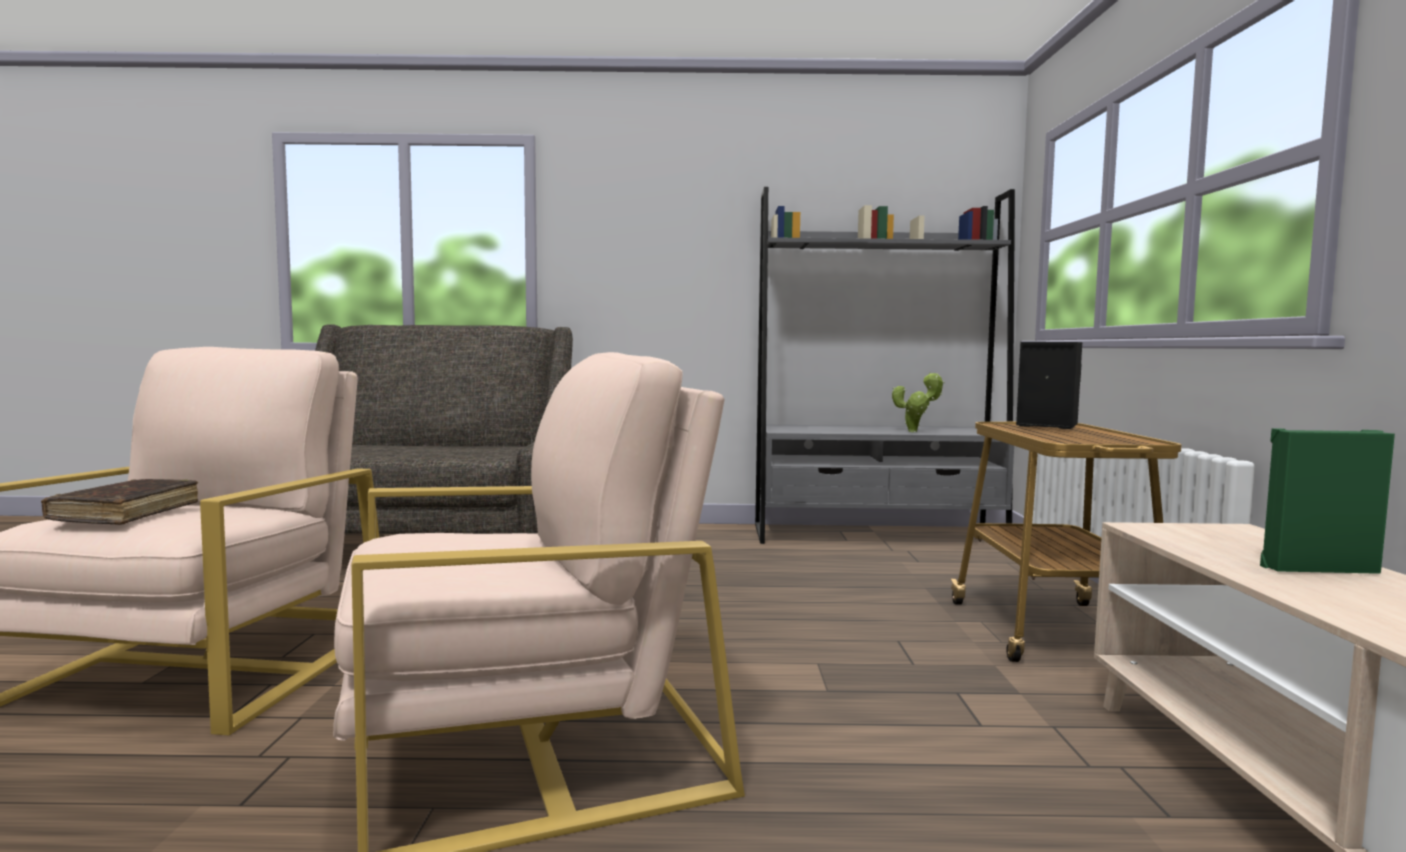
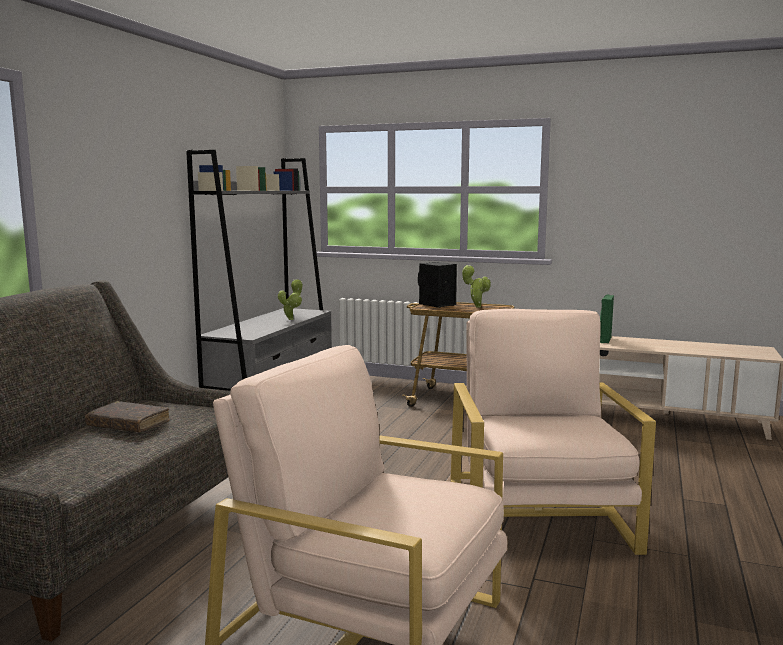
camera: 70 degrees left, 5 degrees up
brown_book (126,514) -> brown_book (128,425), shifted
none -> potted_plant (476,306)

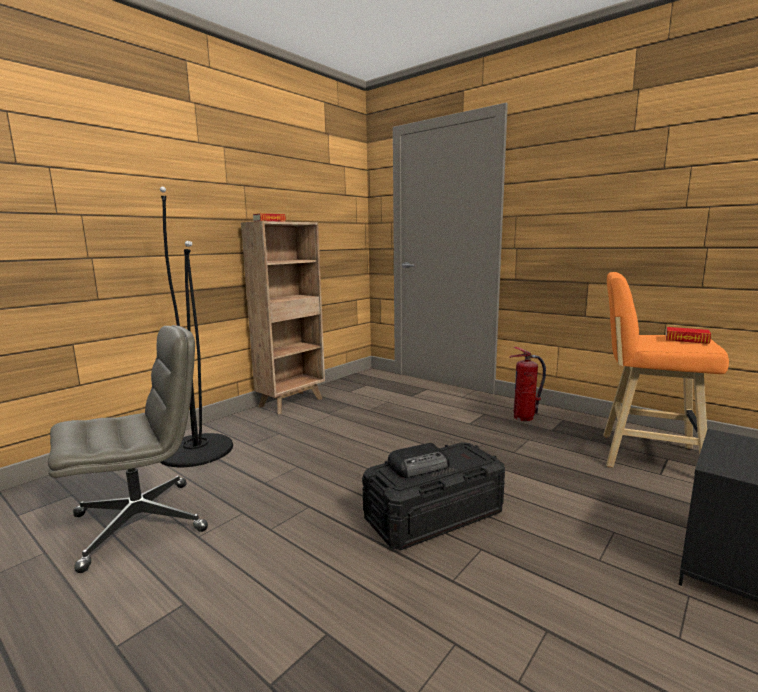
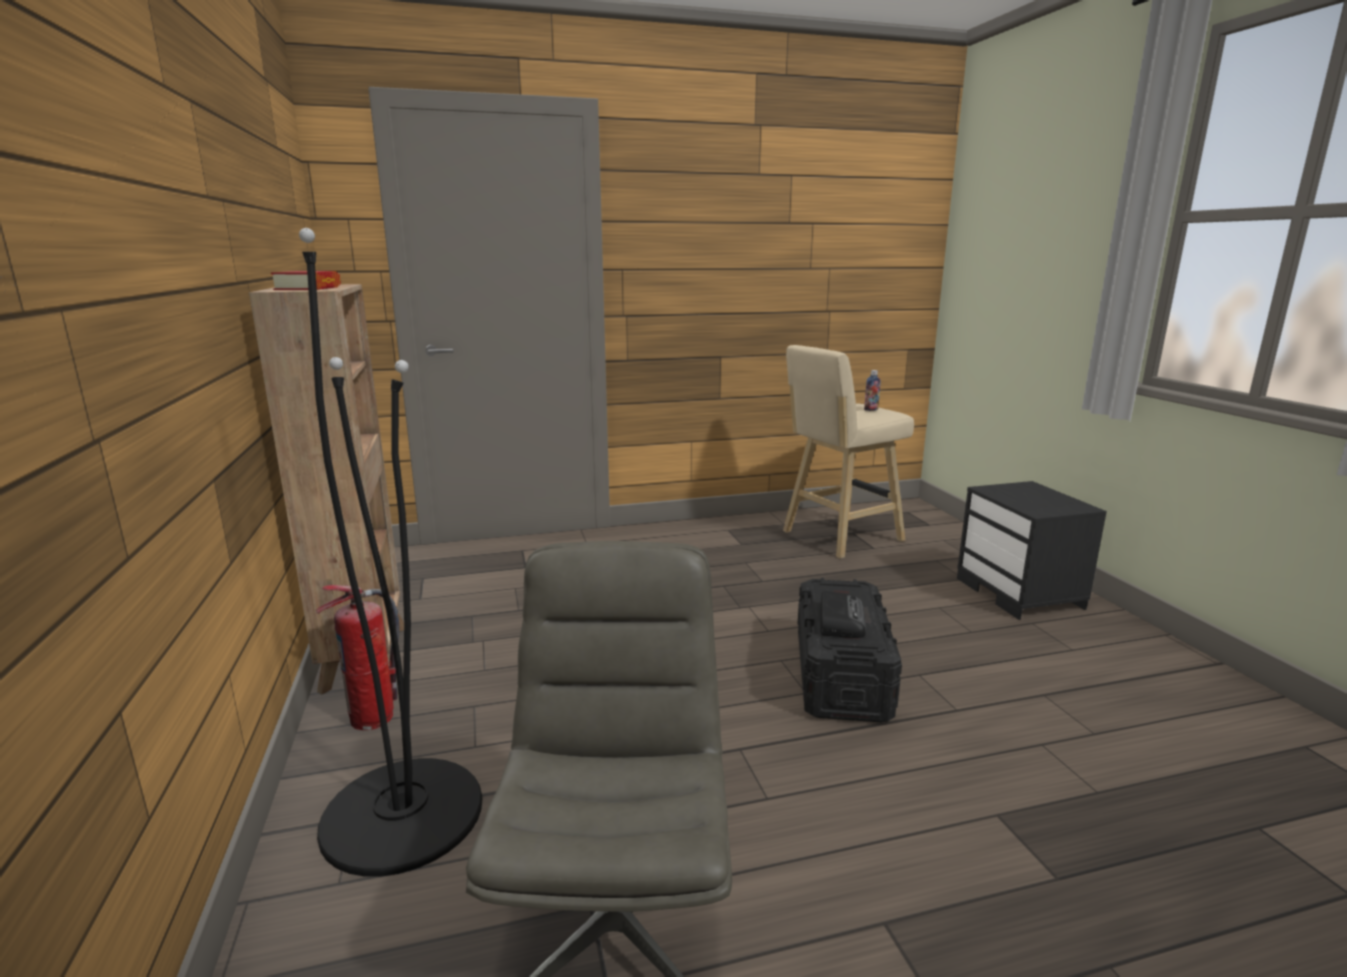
camera: 55 degrees left, 5 degrees up
orange_stool (644,455) -> beige_stool (838,537)
book (686,339) -> bottle (871,409)
fire_extinguisher (524,417) -> fire_extinguisher (373,718), shifted

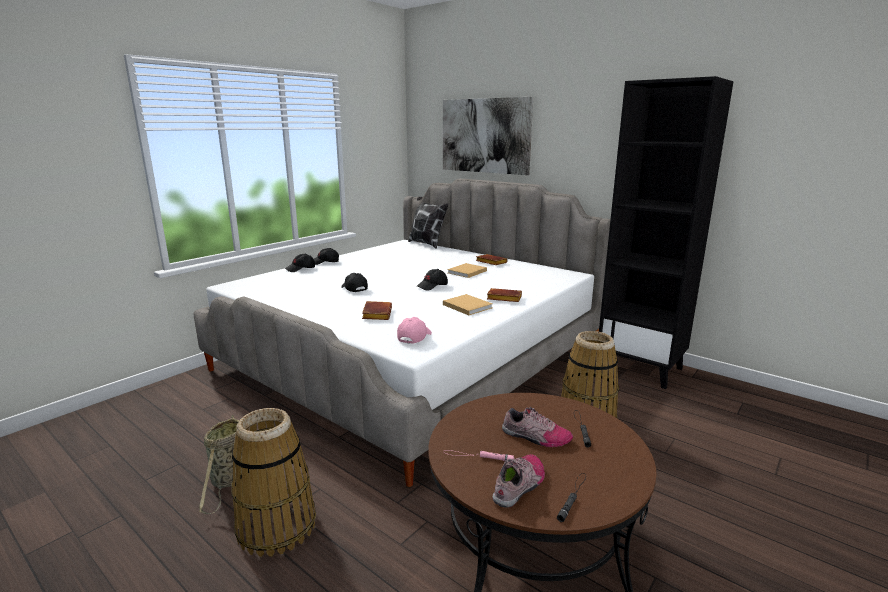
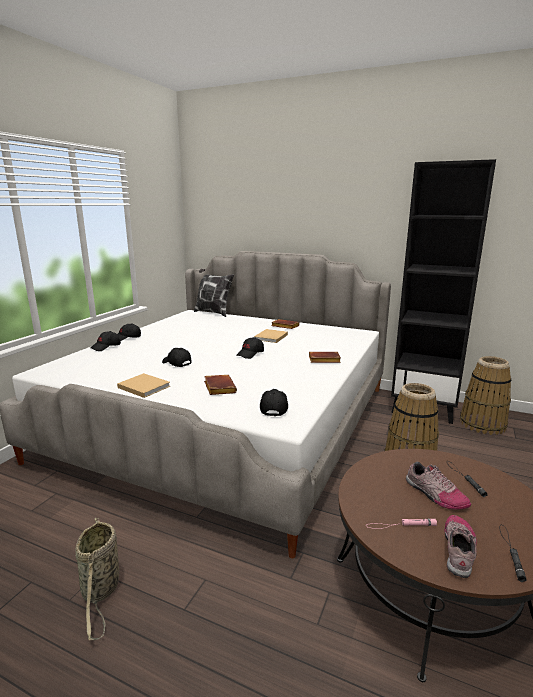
camera: 15 degrees left, 0 degrees up
picture (485,136) -> none
beige_book (466,306) -> beige_book (143,386), shifted
pink_cap (414,337) -> black_cap (274,408)
shoe (535,437) -> shoe (434,494), 45 degrees clockwise
basket (276,526) -> basket (482,424), shifted

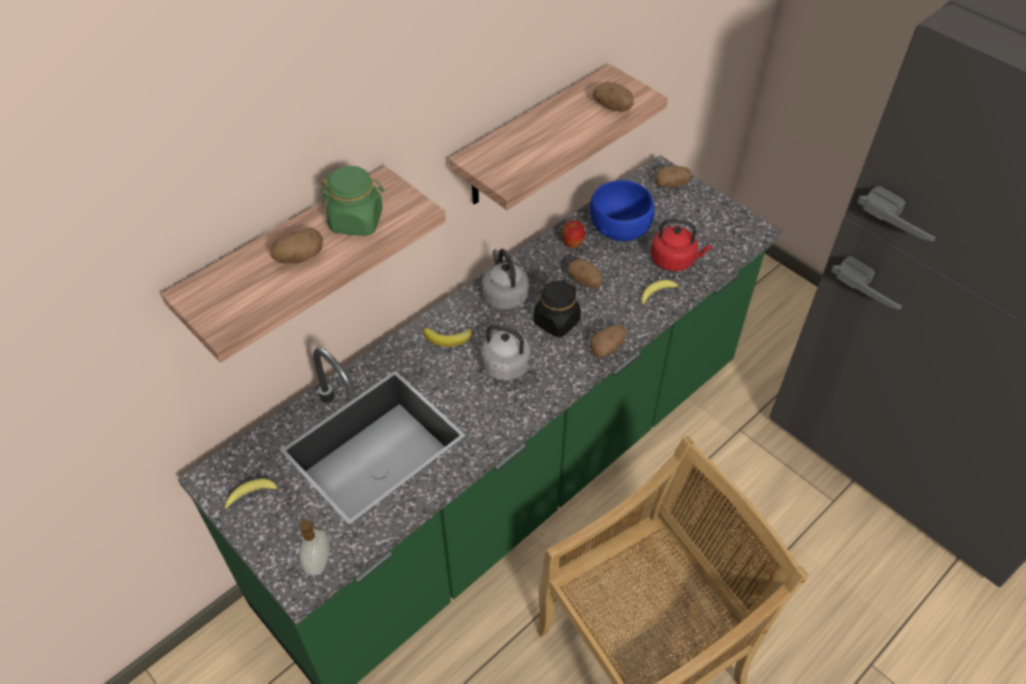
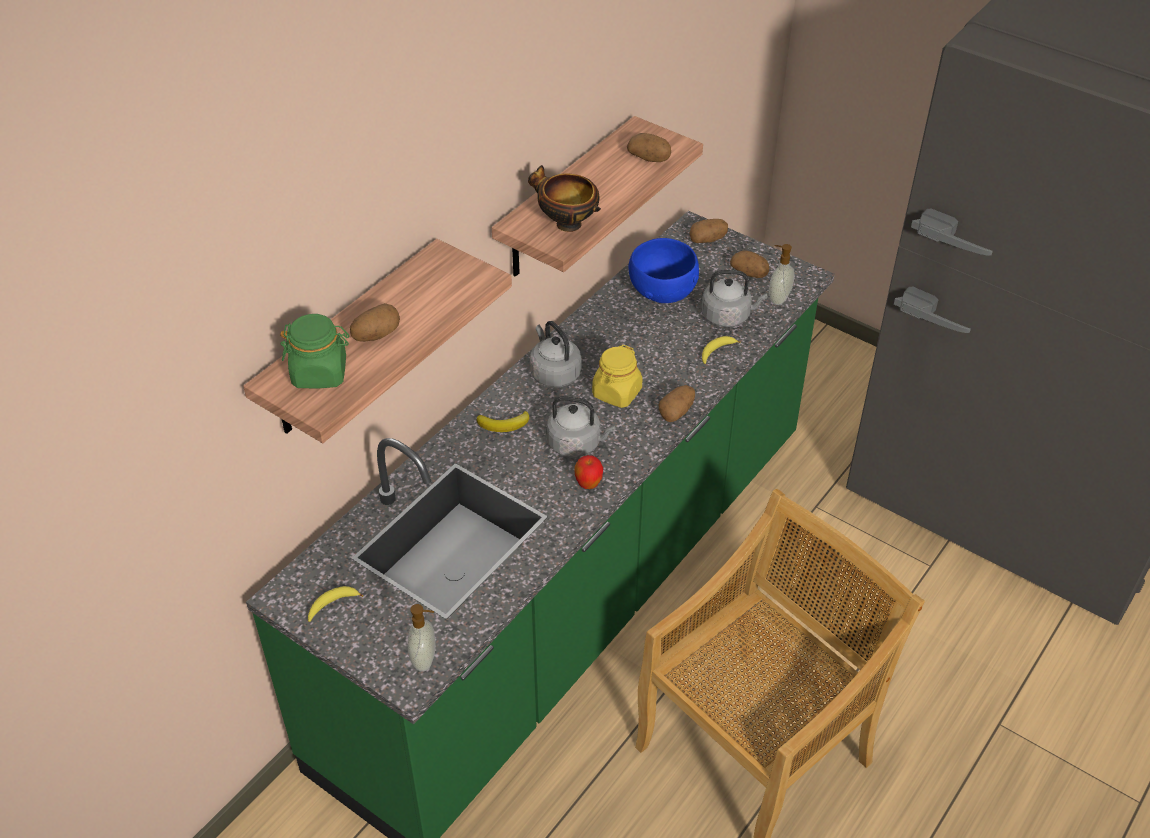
camera: 10 degrees left, 5 degrees down
green_jar (357,221) -> green_jar (320,373), shifted
red_kettle (675,260) -> grey_kettle (728,316)
apple (572,245) -> apple (588,484), shifted
potato (585,281) -> potato (749,273), shifted
black_jar (556,322) -> yellow_jar (617,393)
none -> bowl (565,223)
none -> soap_dispenser (778,298)

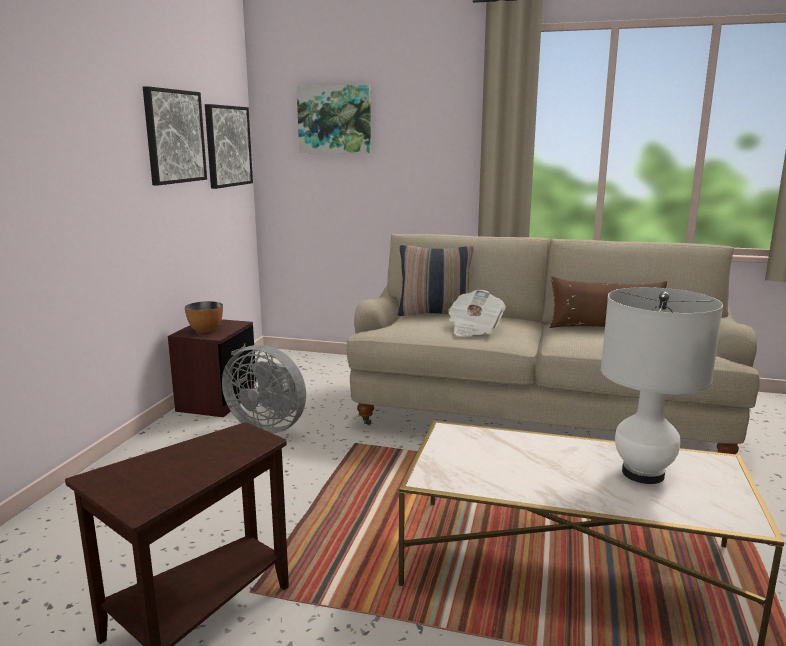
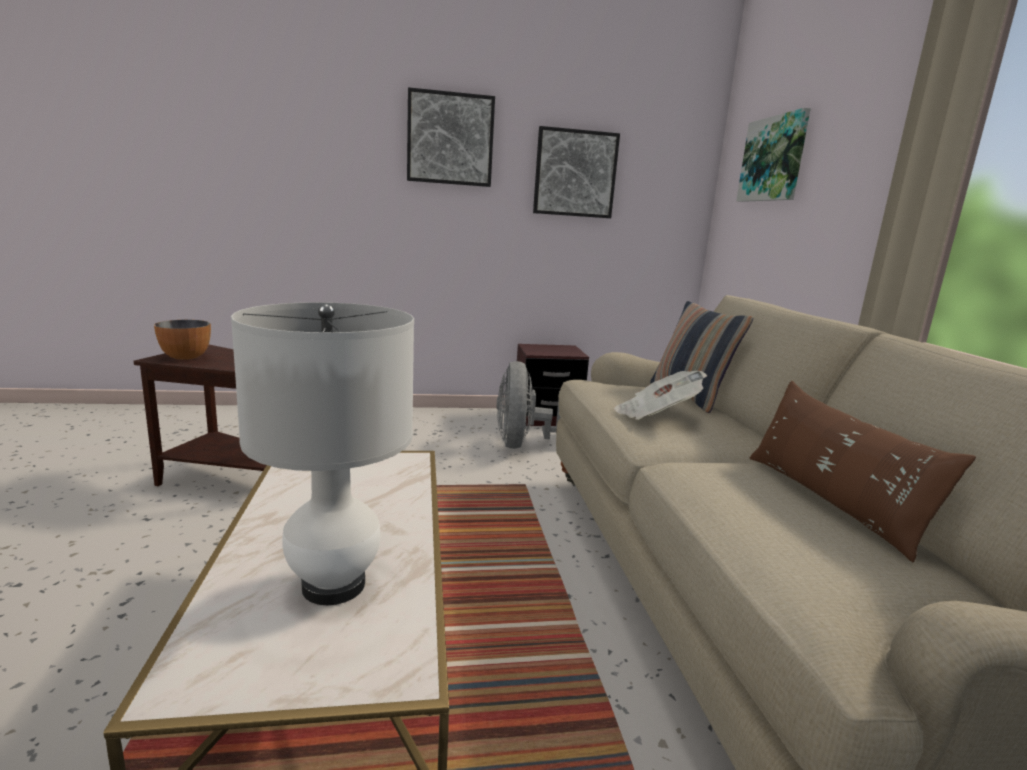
camera: 65 degrees right, 0 degrees up
picture (227,146) -> picture (450,139), shifted
bowl (206,330) -> bowl (185,357), shifted

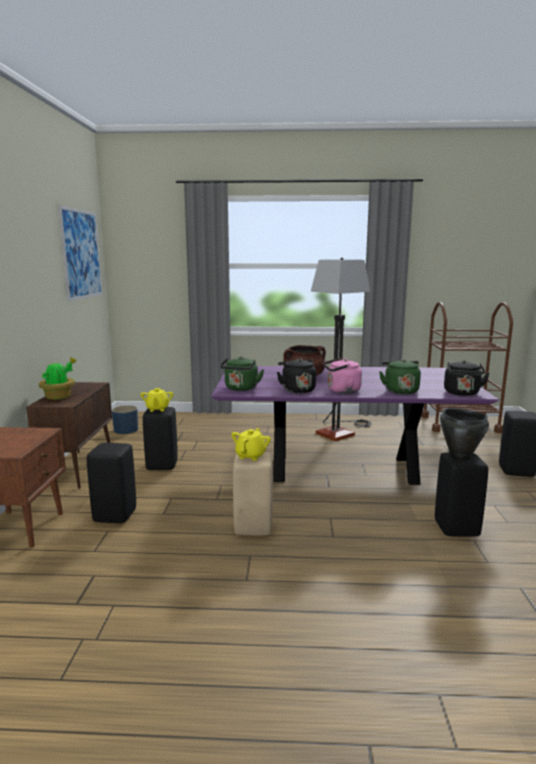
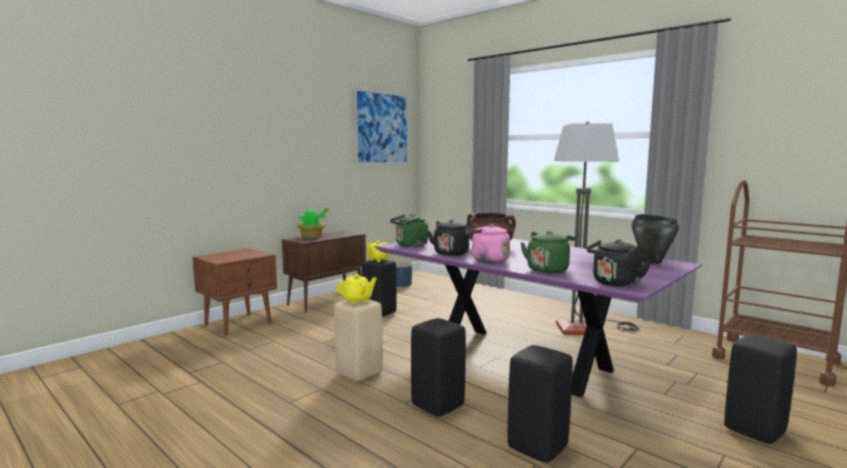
camera: 40 degrees right, 5 degrees down
black_cooking_pot (459,458) -> black_cooking_pot (652,262), shifted
black_stool (114,516) -> black_stool (436,405), shifted

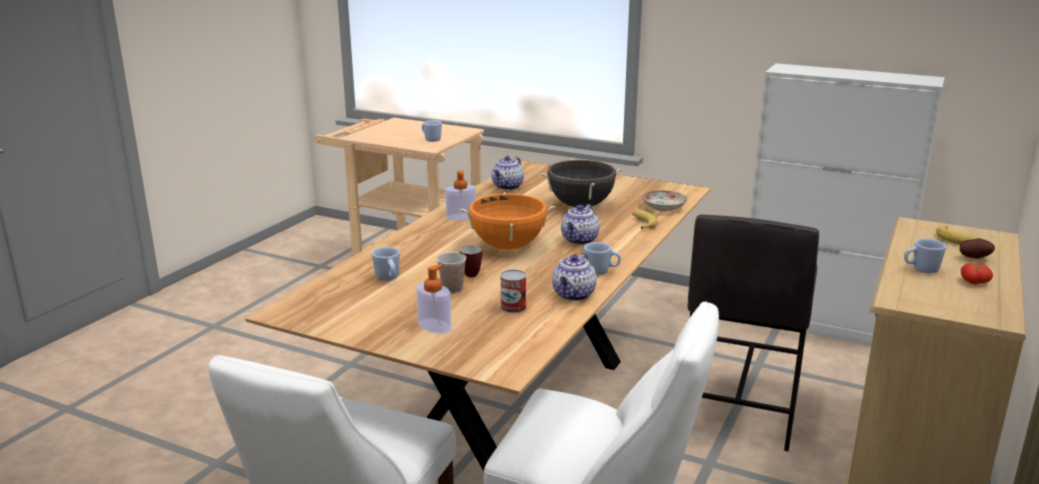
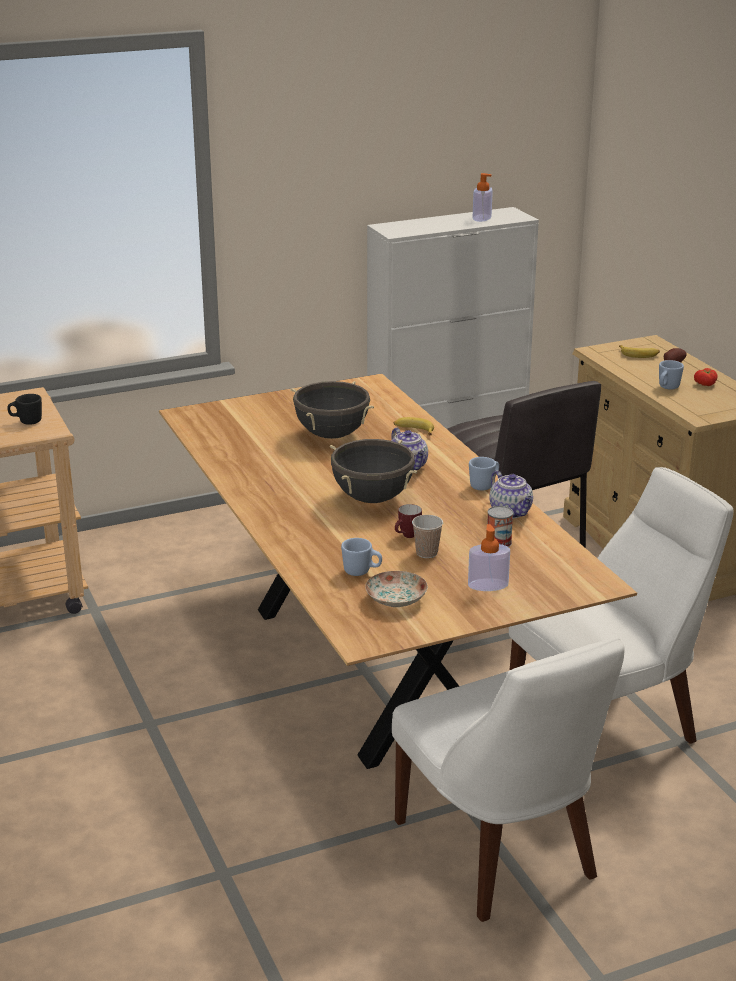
camera: 50 degrees left, 5 degrees up
blue_mug (431,139) -> black_mug (26,421)
teapot (507,187) -> none
soap_dispenser (461,217) -> soap_dispenser (482,218), shifted
plate (664,208) -> plate (396,599), shifted
orange_cooking_pot (507,246) -> black_cooking_pot (372,498)

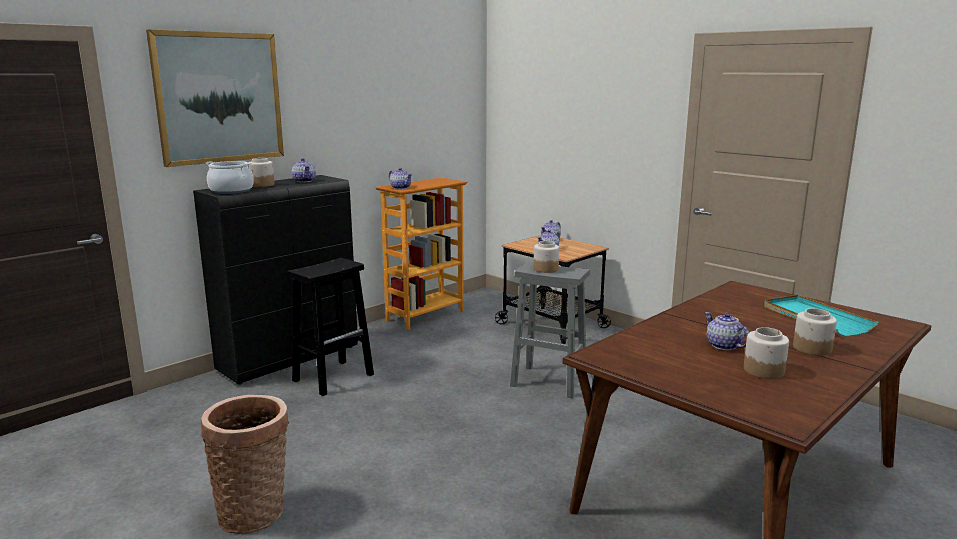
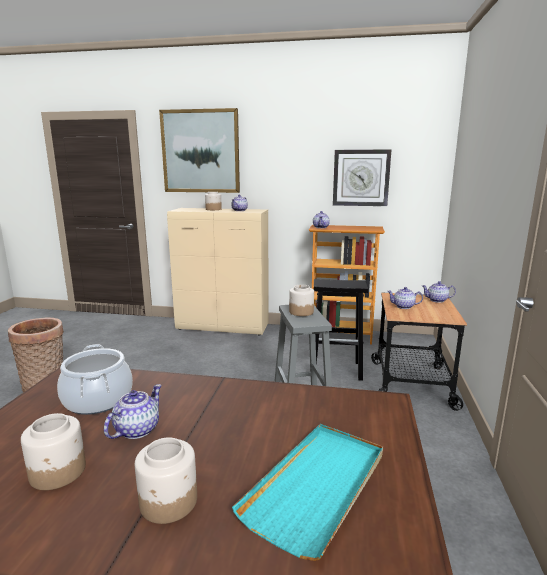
camera: 55 degrees right, 0 degrees up
cooking_pot (231,191) -> cooking_pot (98,399), shifted
black_cabinet (290,358) -> beige_cabinet (223,327)
black_stool (334,377) -> black_stool (337,369), shifted
none -> wall_clock (361,178)

